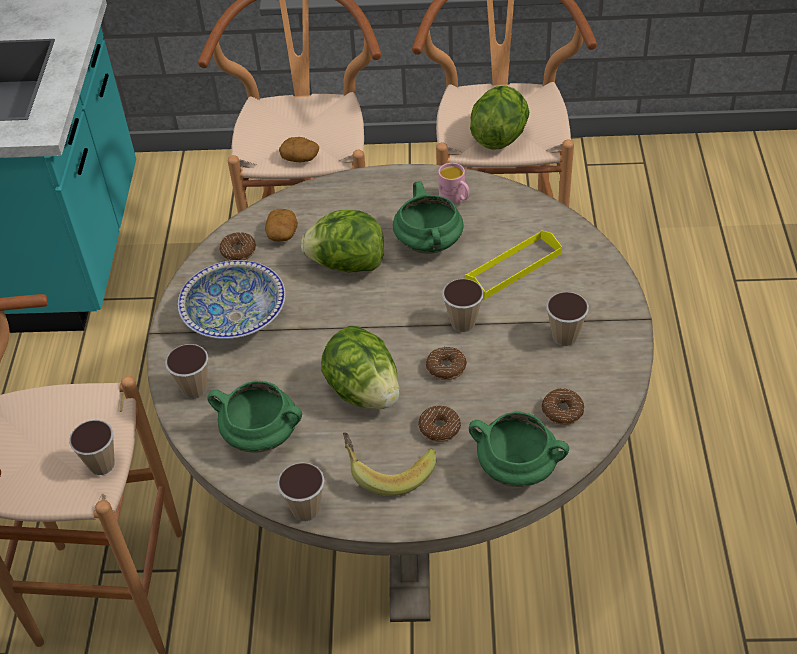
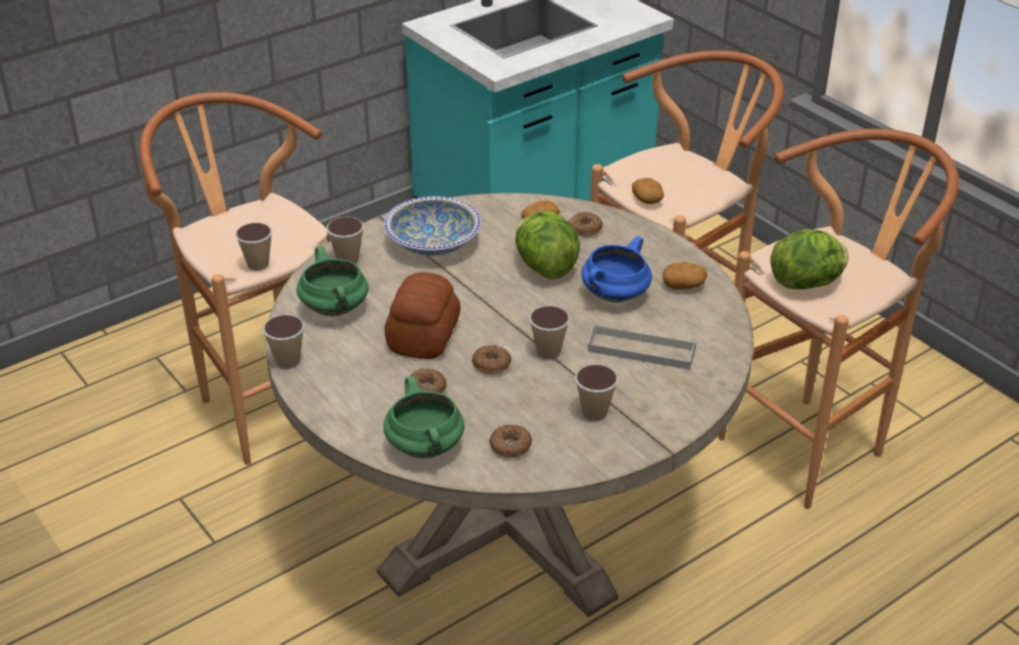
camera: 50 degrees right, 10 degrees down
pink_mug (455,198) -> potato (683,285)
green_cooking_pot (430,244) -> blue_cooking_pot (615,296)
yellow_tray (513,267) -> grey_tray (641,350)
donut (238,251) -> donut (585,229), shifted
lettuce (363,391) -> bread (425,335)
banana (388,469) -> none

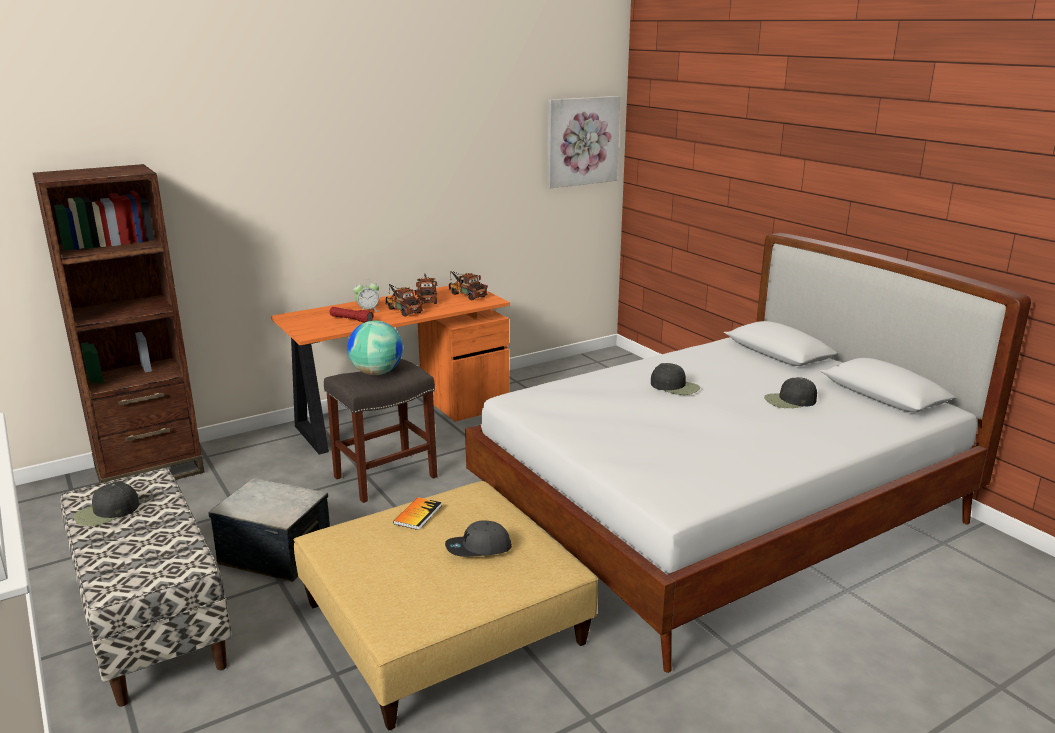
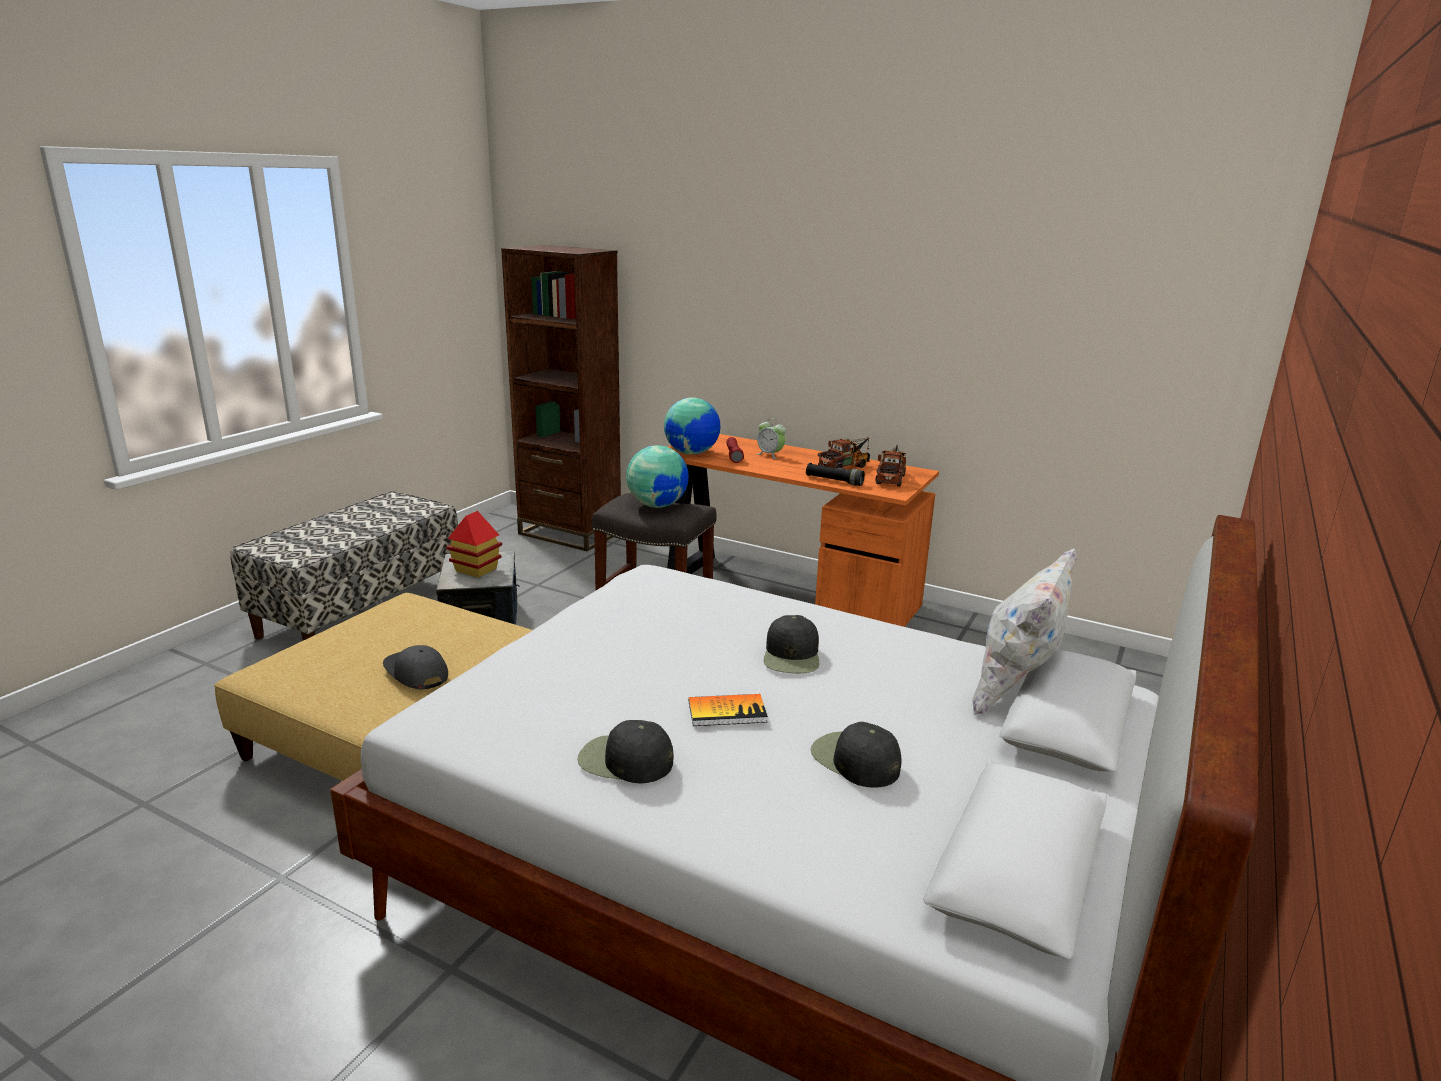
camera: 60 degrees right, 0 degrees up
picture (581,141) -> none
toy_truck (402,310) -> none
black_cap (106,512) -> black_cap (624,760), shifted
book (418,515) -> book (727,712), shifted
none -> globe (692,453)
none -> black_flashlight (834,481)
none -> toy_house (476,570)
none -> white_pillow (1016,688)

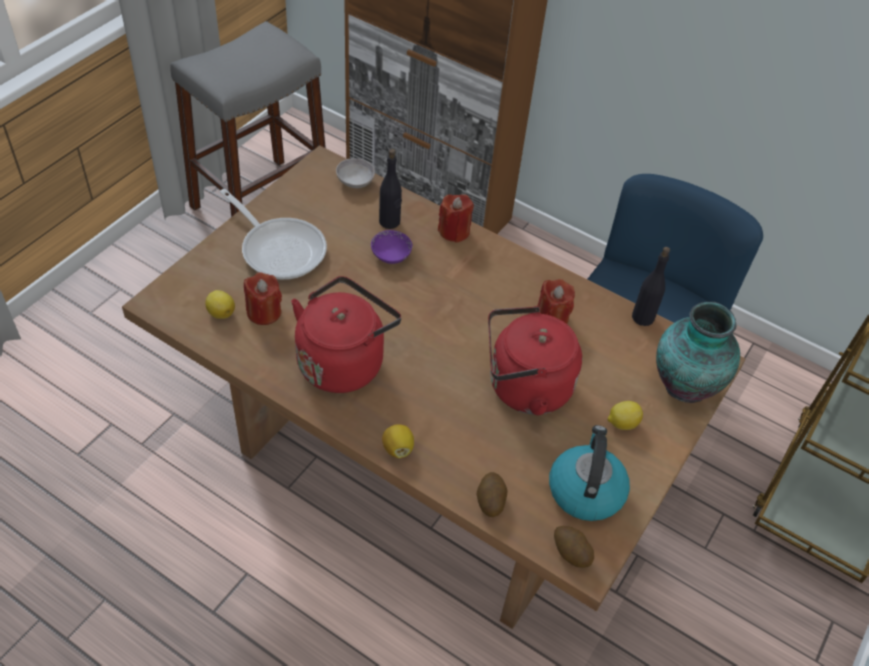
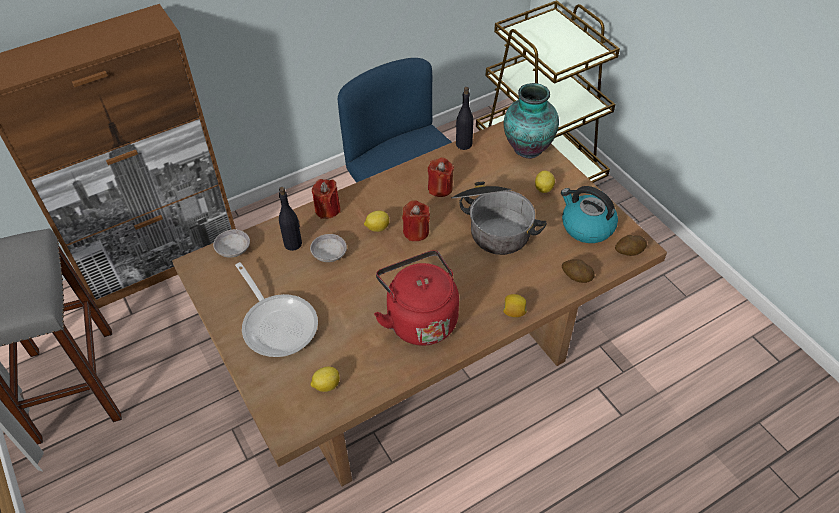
camera: 60 degrees left, 0 degrees up
frying_pan (279,248) -> frying_pan (278,324), 75 degrees clockwise
purple_bowl (391,255) -> grey_bowl (329,255)
red_candle (264,312) -> red_candle (416,232), shifted
red_kettle (524,387) -> cooking_pot (493,225)
none -> lemon (377,228)

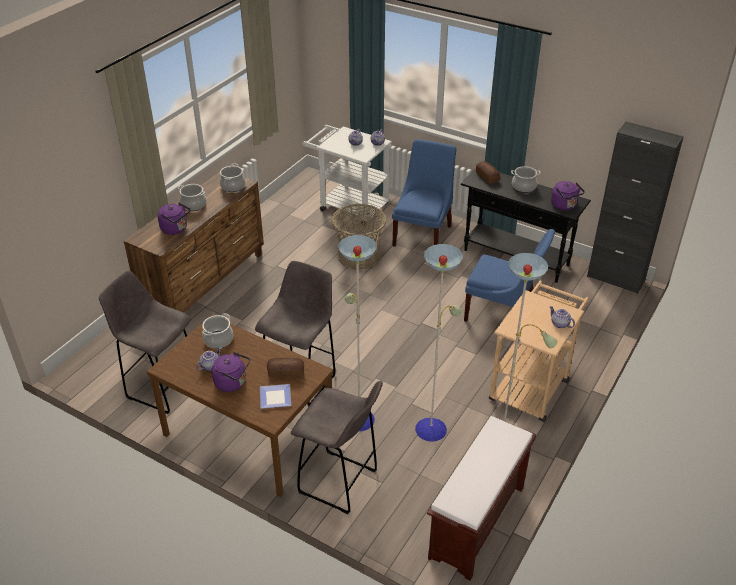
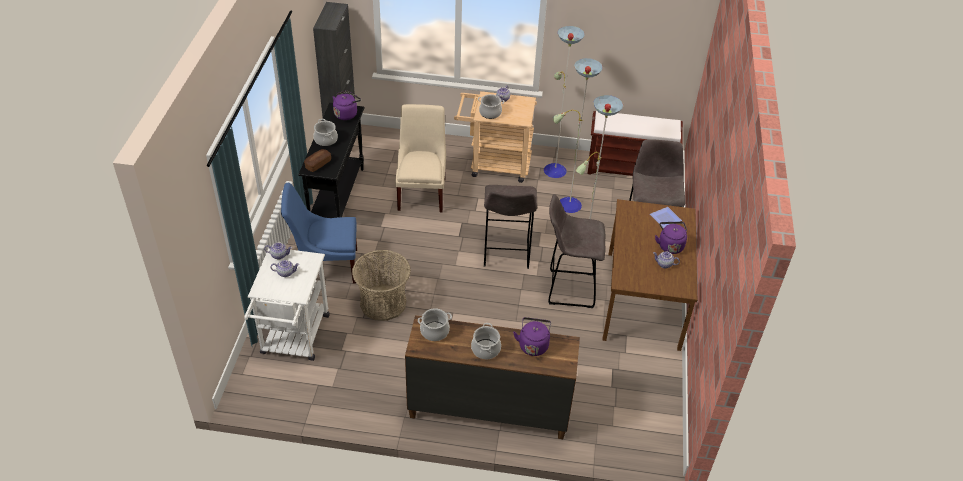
camera: 115 degrees left, 5 degrees up
blue_chair (503,315) -> beige_chair (422,192)
grey_stool (161,387) -> grey_stool (506,254), shifted
cooking_pot (218,340) -> cooking_pot (490,113), shifted
bread (286,373) -> none

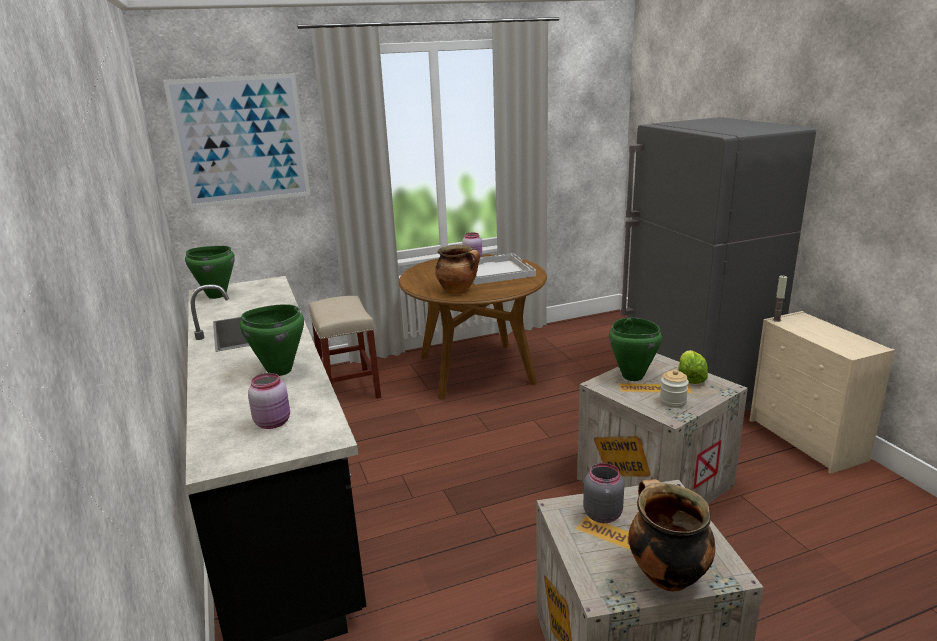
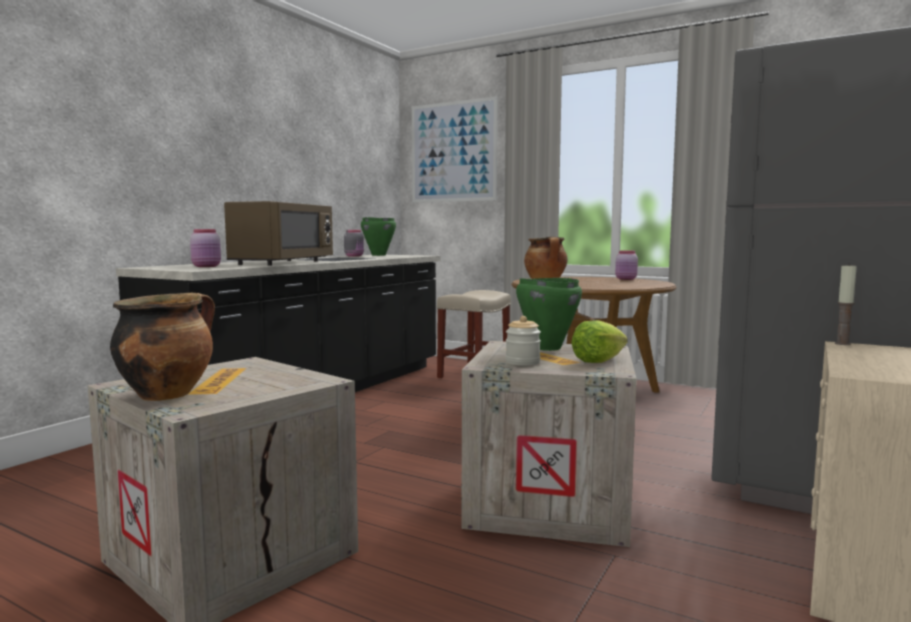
camera: 50 degrees right, 15 degrees down
white_tray (494,270) -> none
green_cooking_pot (279,371) -> brown_microwave (283,263)
grey_jar (603,514) -> grey_jar (354,256), shifted

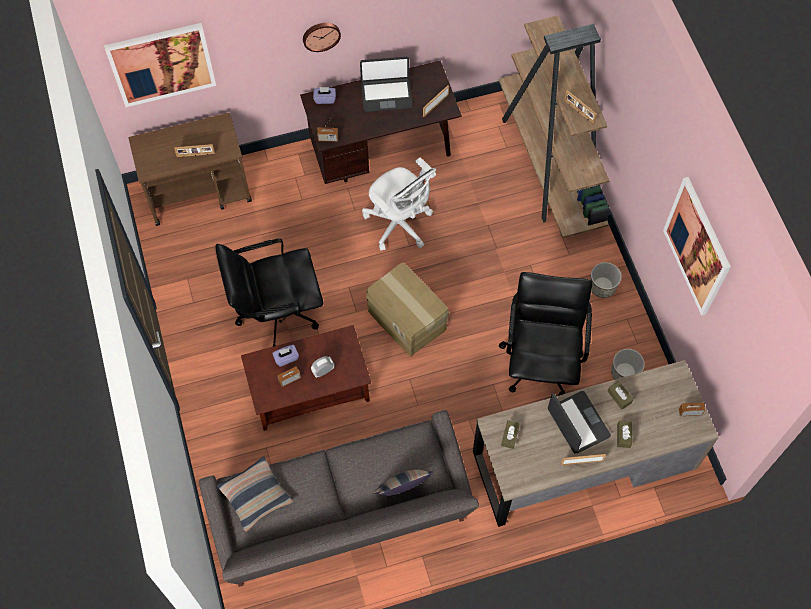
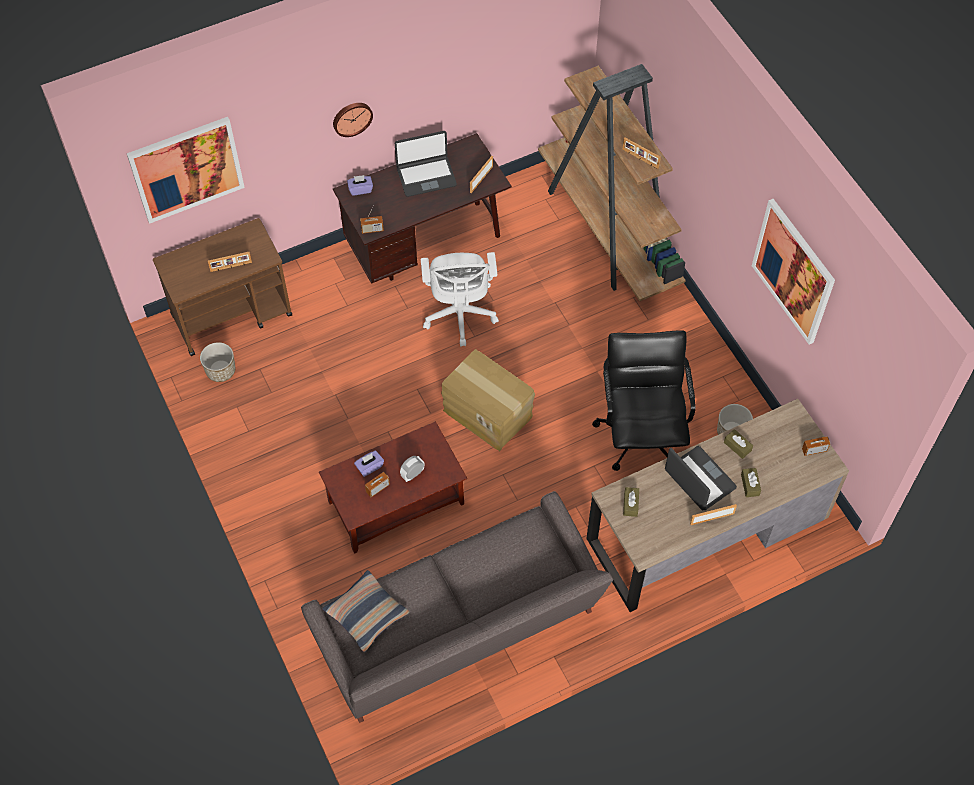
camera: 10 degrees left, 5 degrees down
white_office_chair (400,225) -> white_office_chair (460,316), 45 degrees clockwise
black_office_chair (276,313) -> none
planter (602,287) -> planter (220,371), shifted
pillow (402,490) -> none

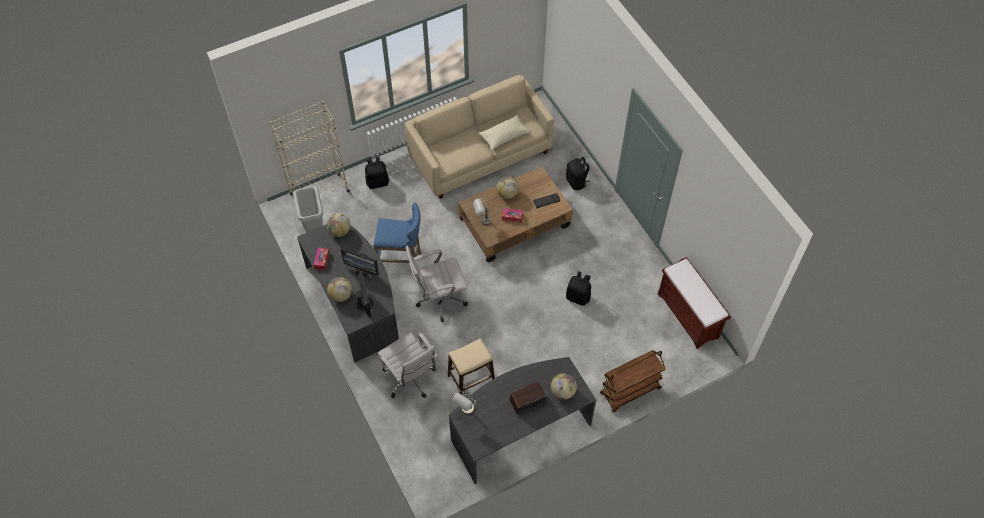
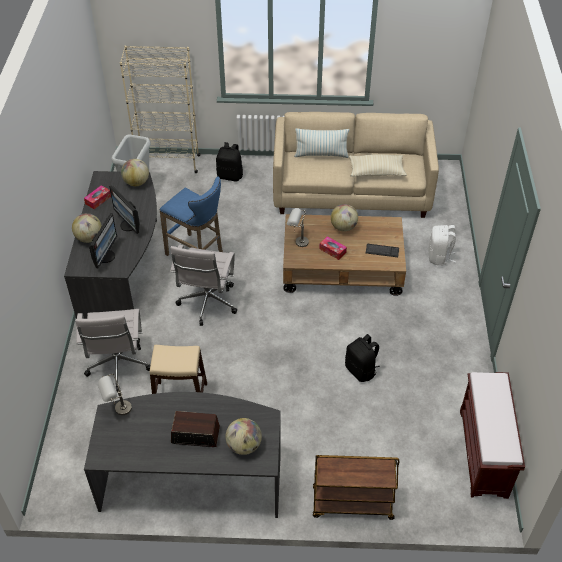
camera: 30 degrees right, 10 degrees down
black_backpack (576,182) -> white_backpack (439,257)
white_office_chair (439,299) -> white_office_chair (207,304), 90 degrees counterclockwise
none -> pillow (321,154)

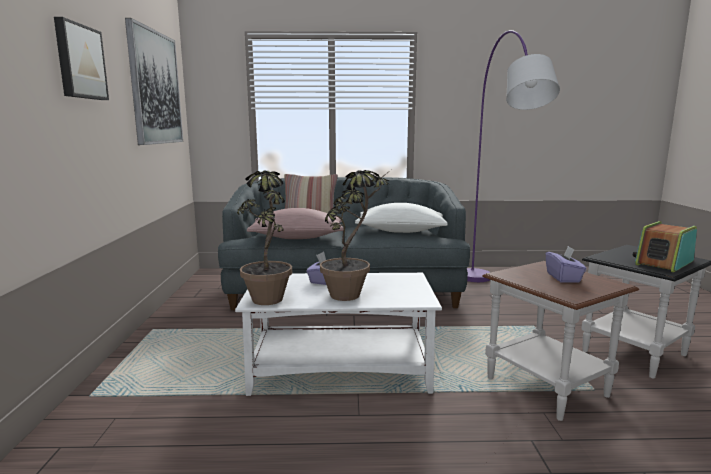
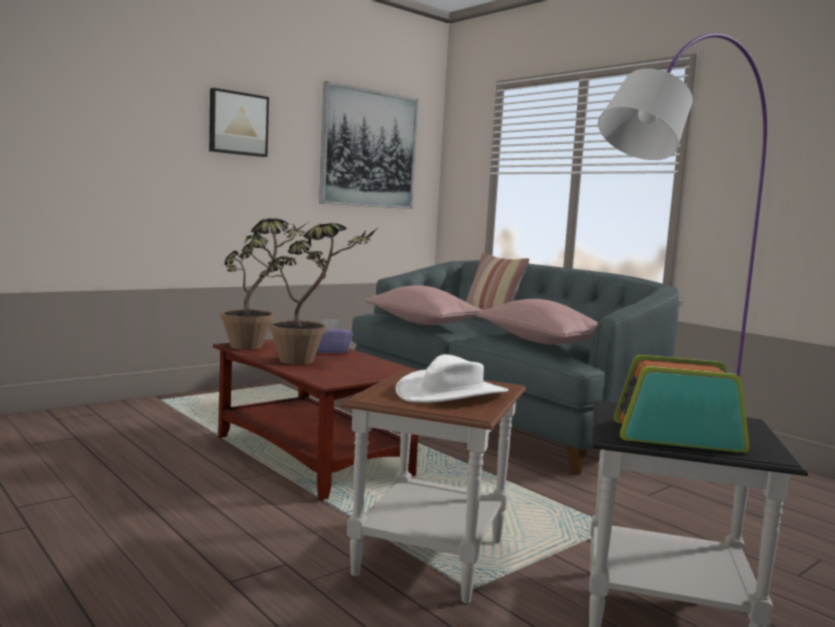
camera: 50 degrees right, 5 degrees down
white_pillow (401,231) -> pink_pillow (540,341)
purple_tissue_box (563,277) -> white_hat (451,393)
white_coffee_table (341,369) -> brown_coffee_table (313,456)

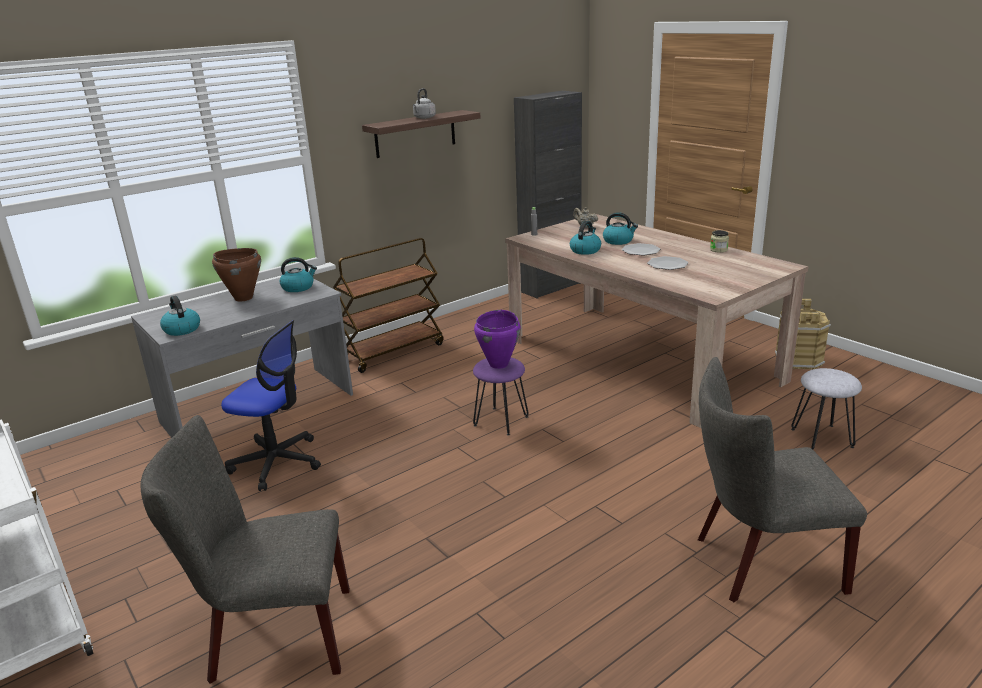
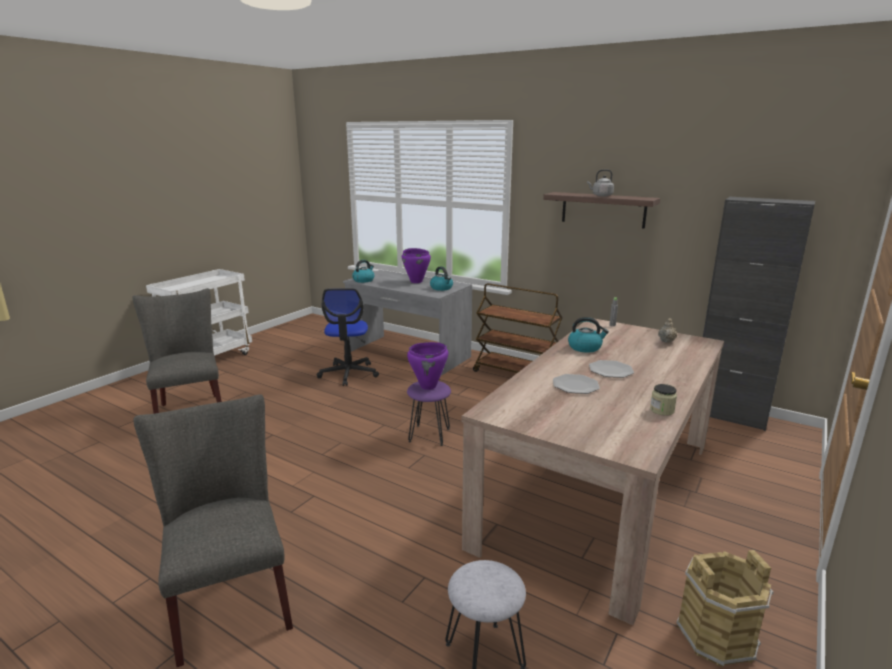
camera: 70 degrees right, 5 degrees down
kettle (618,241) -> none
brown_cooking_pot (243,298) -> purple_cooking_pot (416,281)

